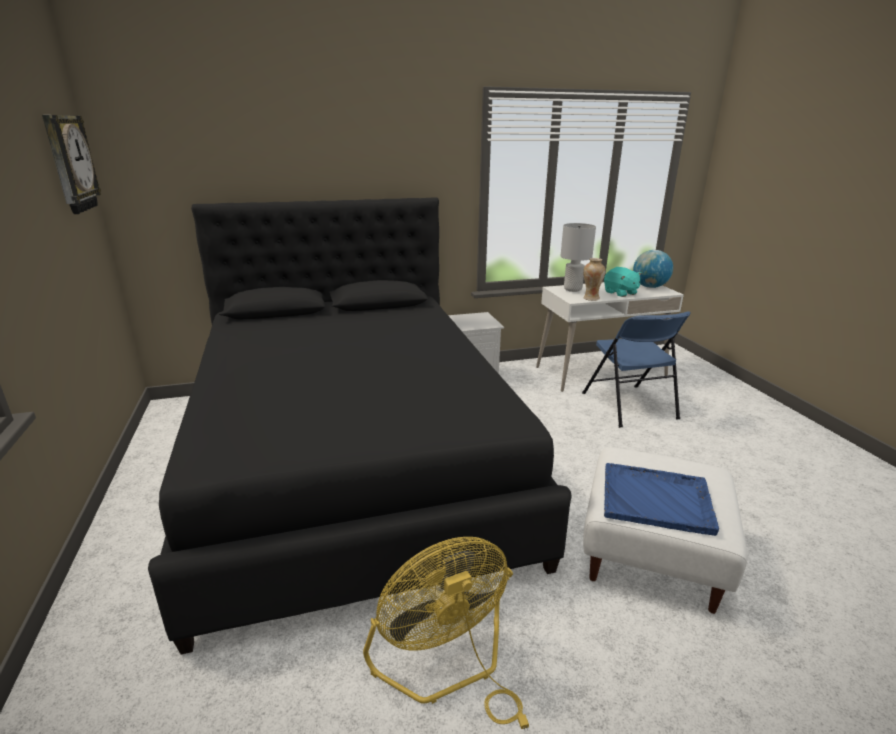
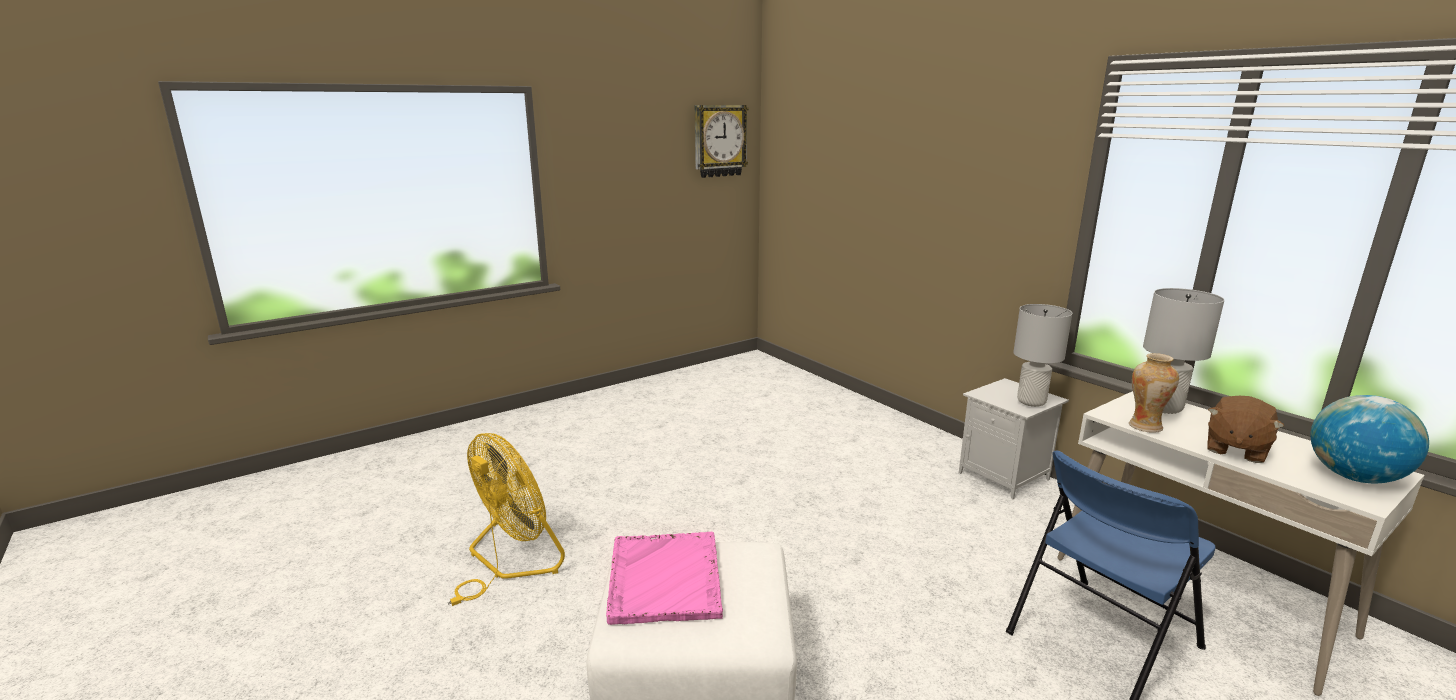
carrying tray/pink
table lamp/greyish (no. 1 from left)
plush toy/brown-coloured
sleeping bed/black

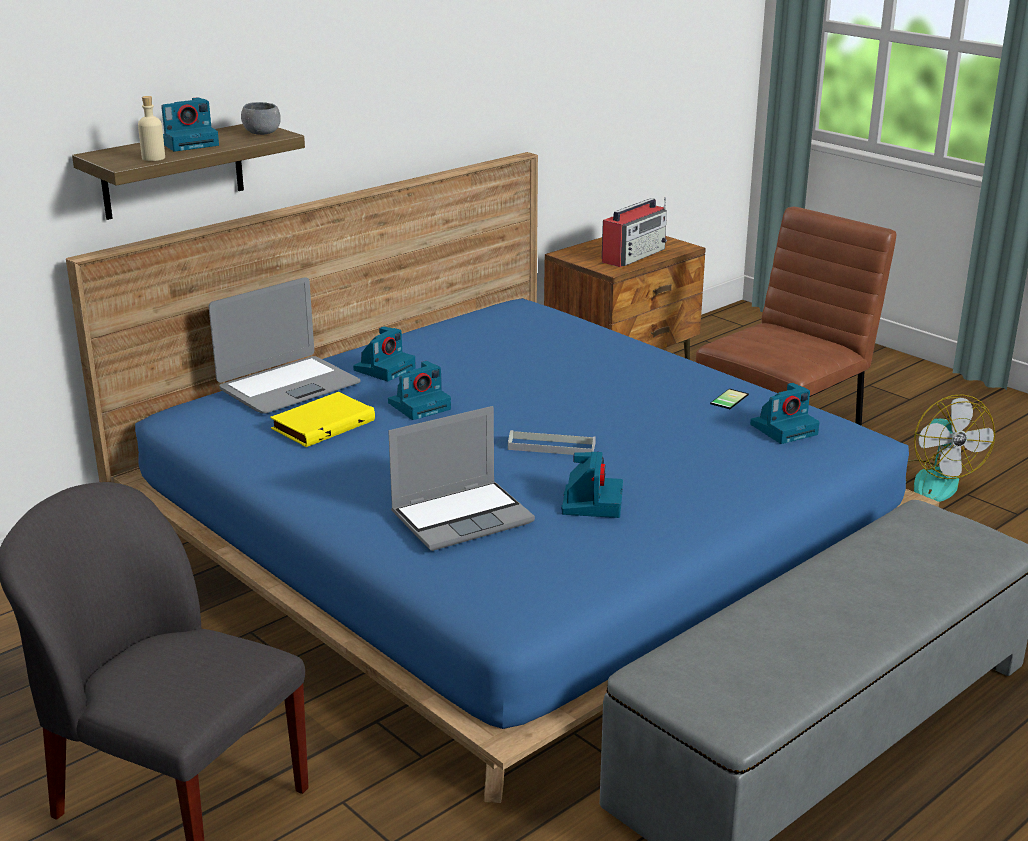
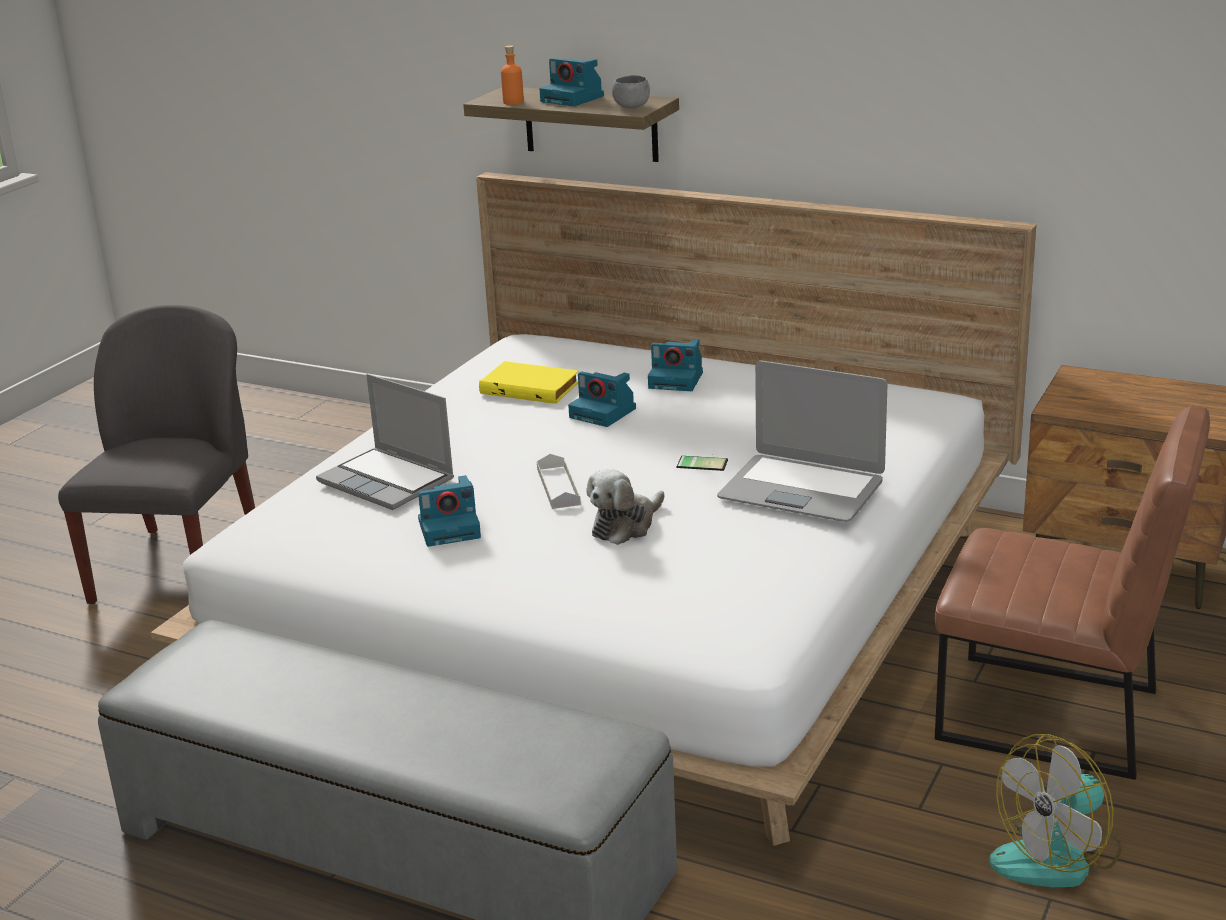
sleeping bed/whitish
drink bottle/orange
plush toy
phone
laptop (no. 2 from left)
radio receiver
still camera (no. 5 from left in the first image)

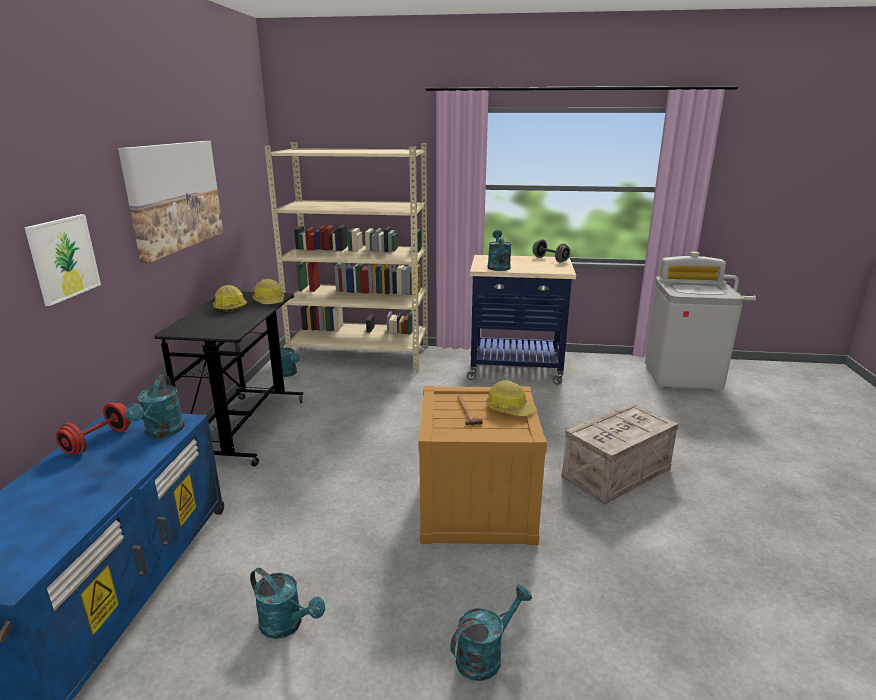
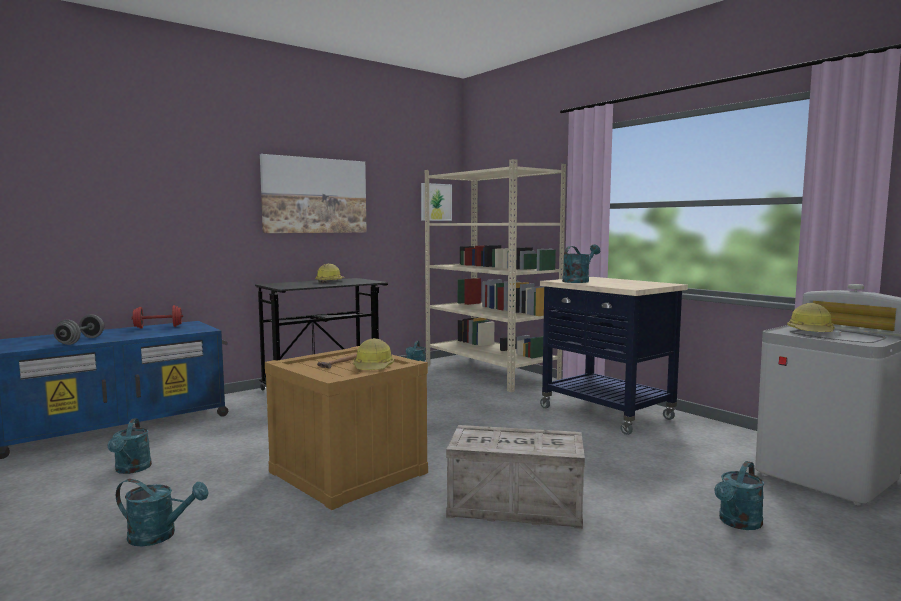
free weight/greyish
wall art (no. 2 from left)
watering can/turquoise-coloured (no. 5 from left)
hard hat (no. 3 from left)

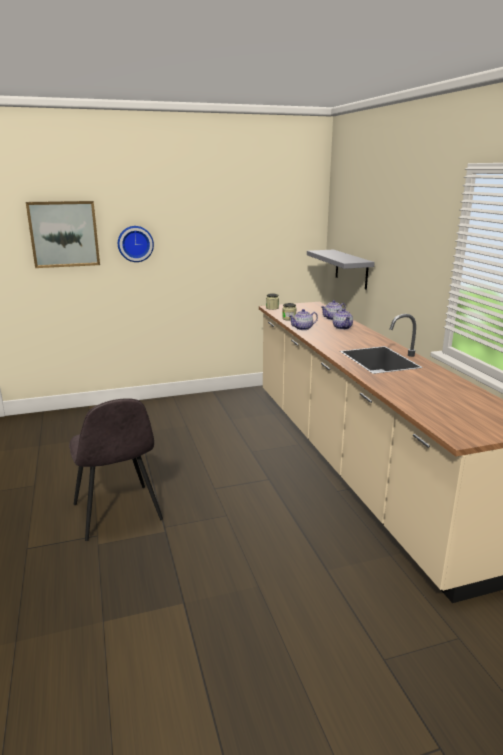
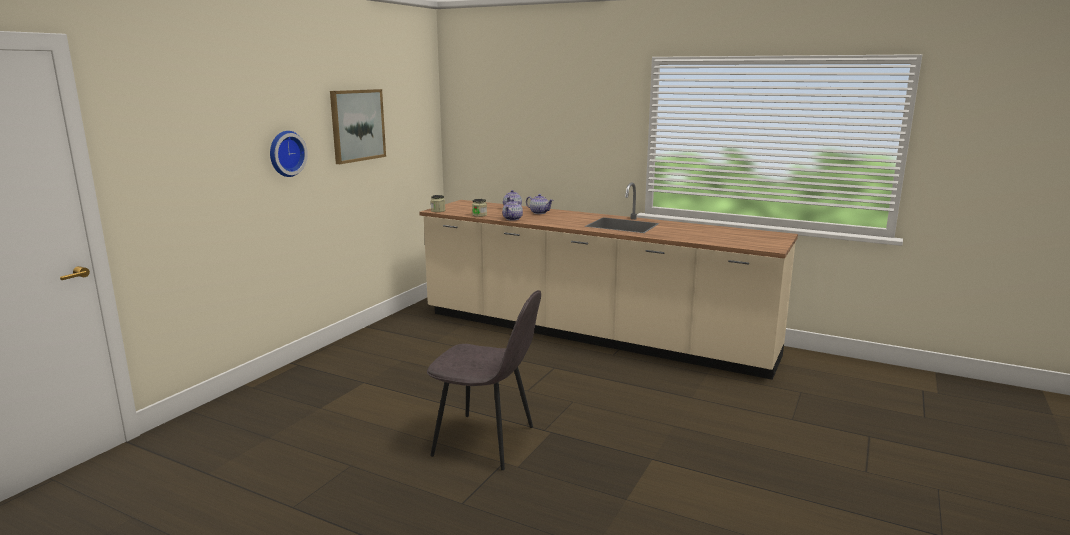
wall art
bracket shelf/greyish

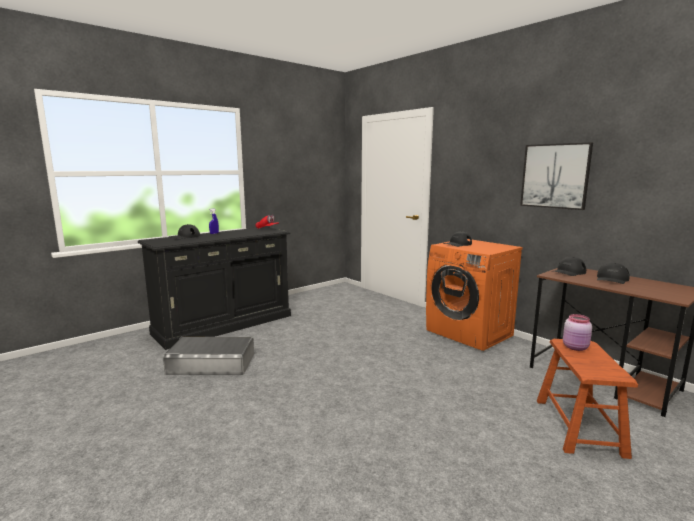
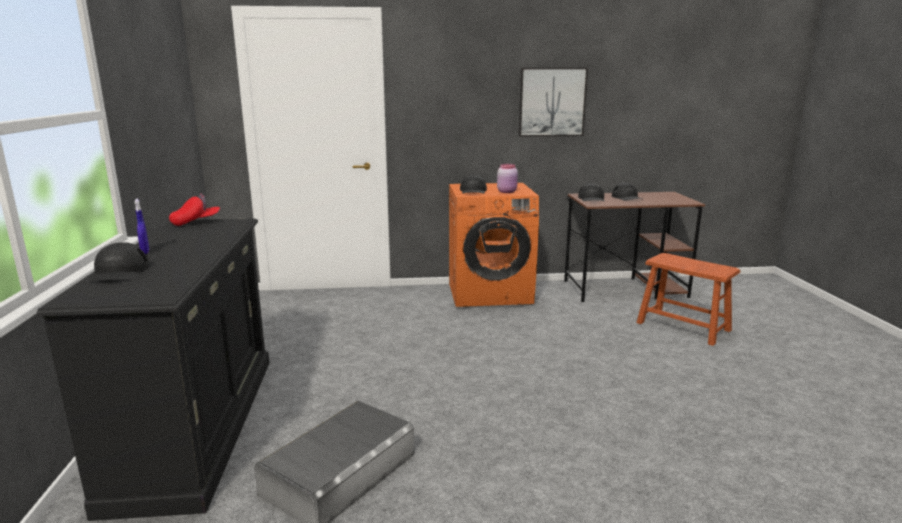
jar/pink

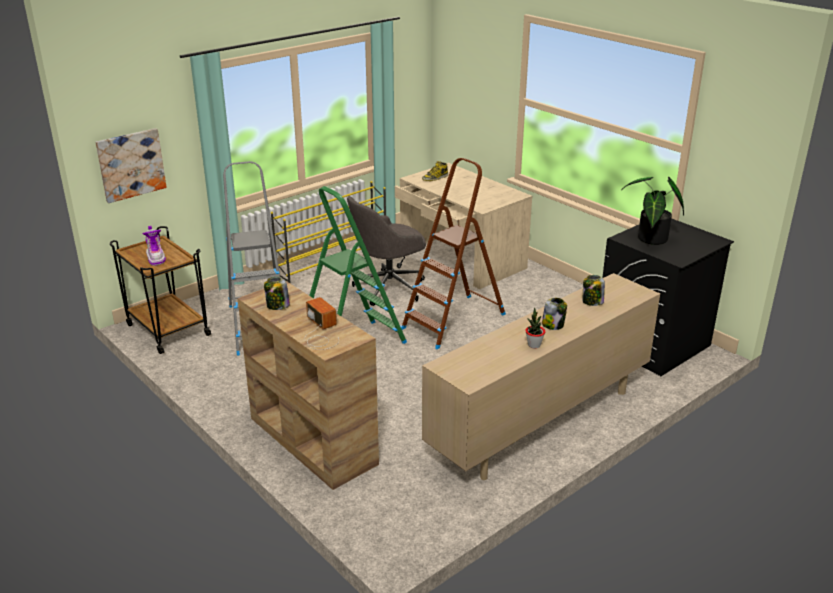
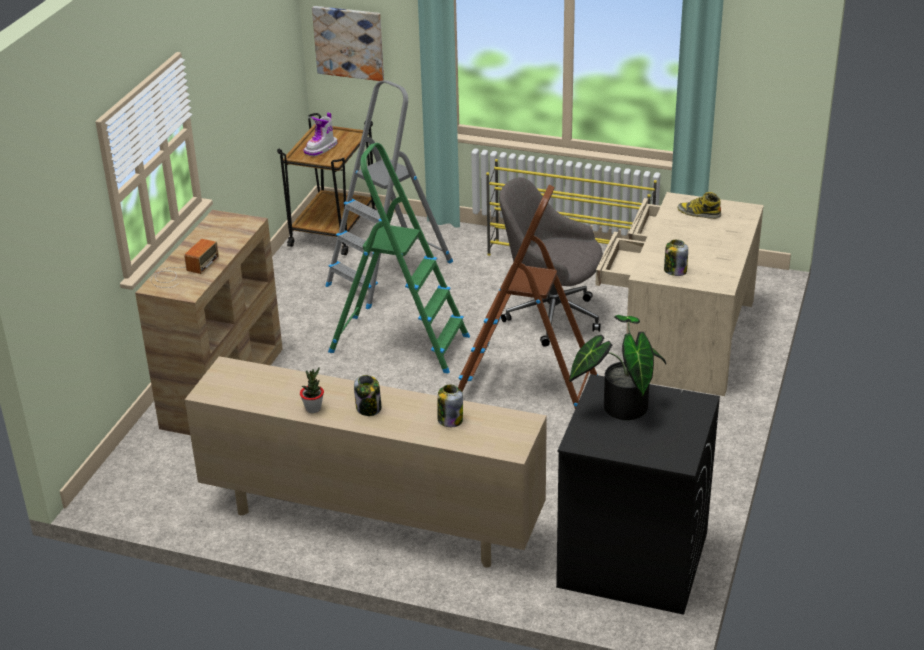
jar (no. 3 from left)

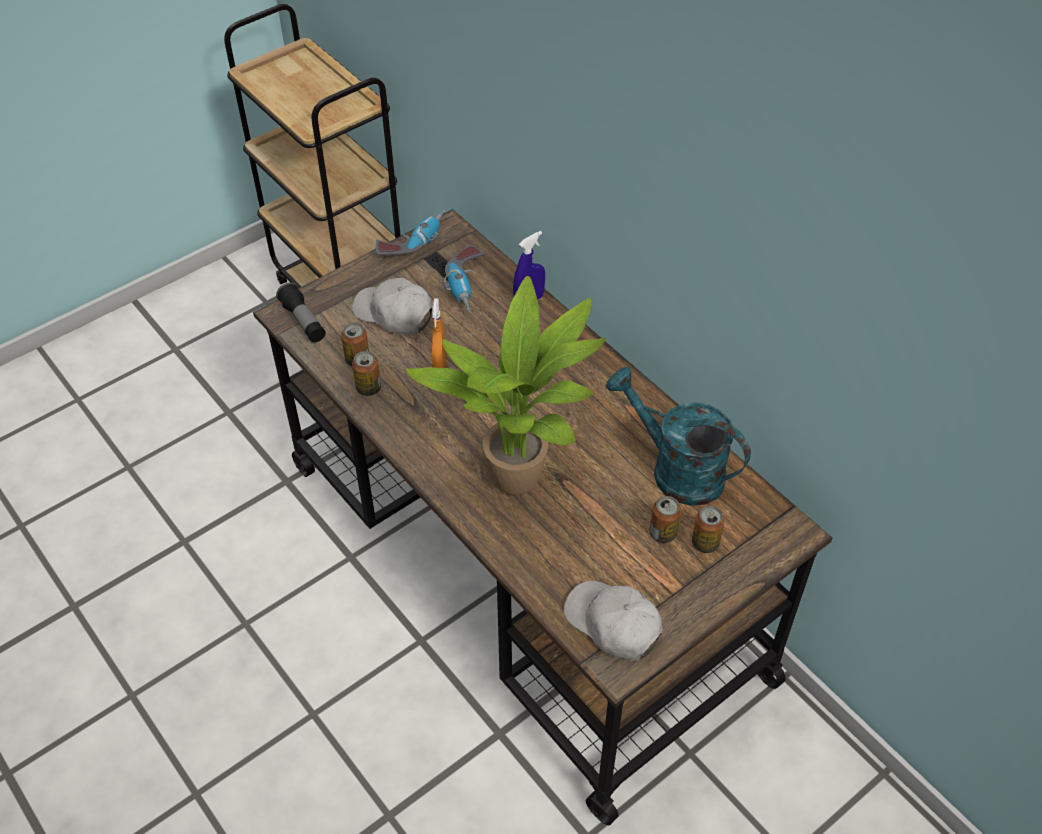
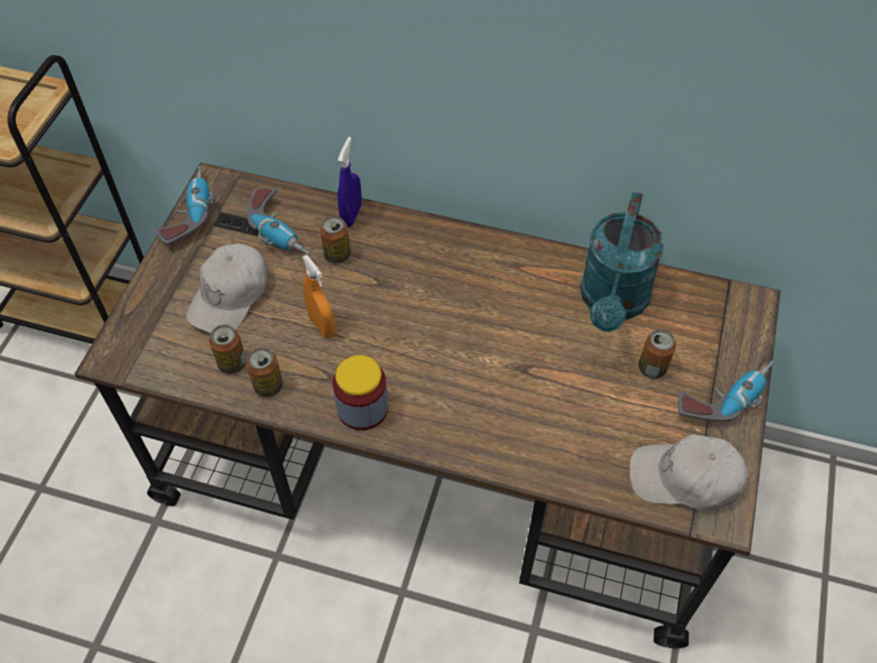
cap/whitish (no. 1 from left)
can (no. 3 from left)
jar
watering can/turquoise-coloured
electric drill (no. 3 from left)
flashlight
plant in a pot

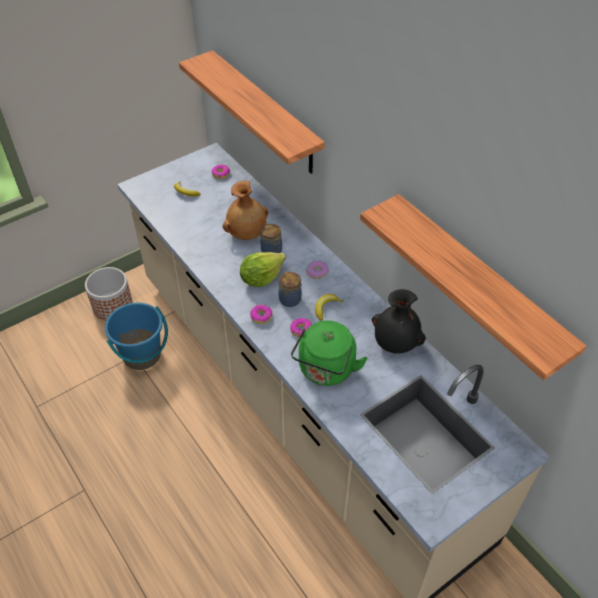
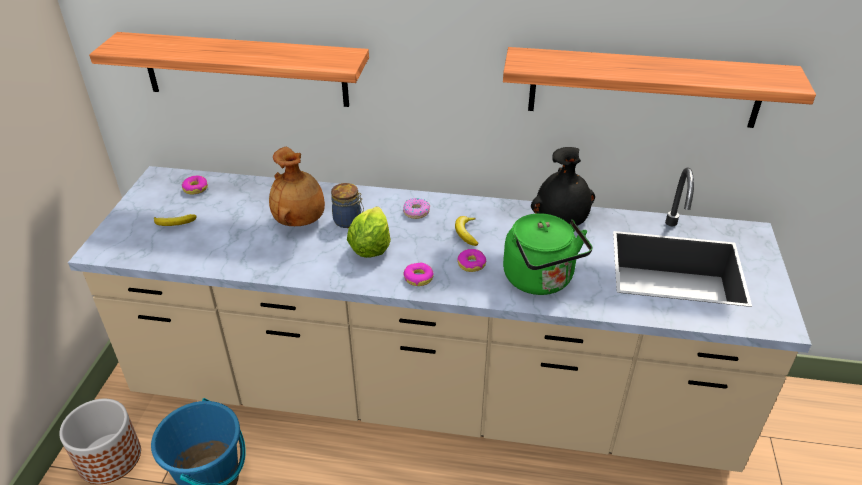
jar (no. 2 from left in the first image)

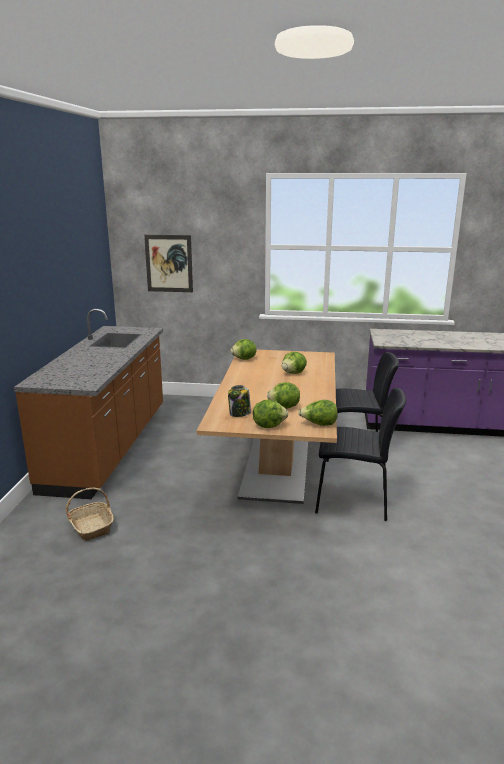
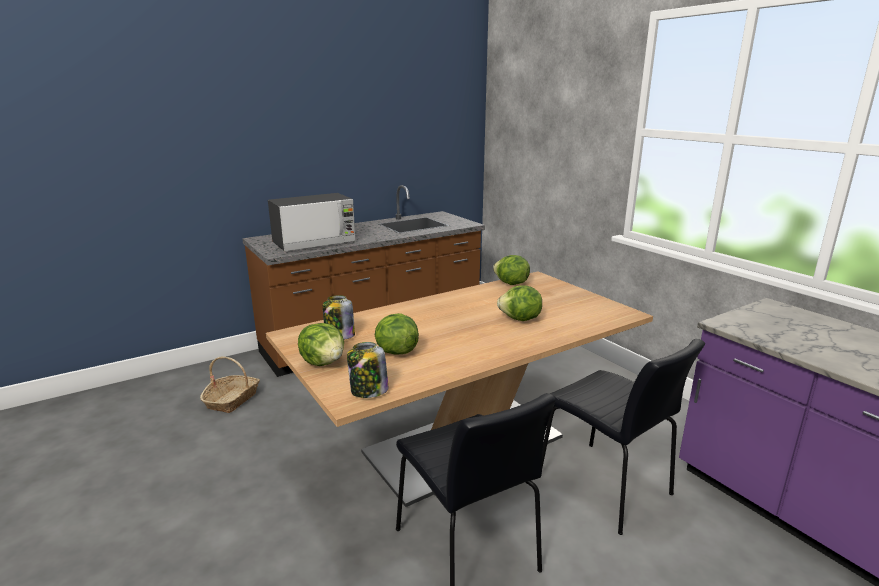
kitchen microwave
jar (no. 2 from left)
wall art

